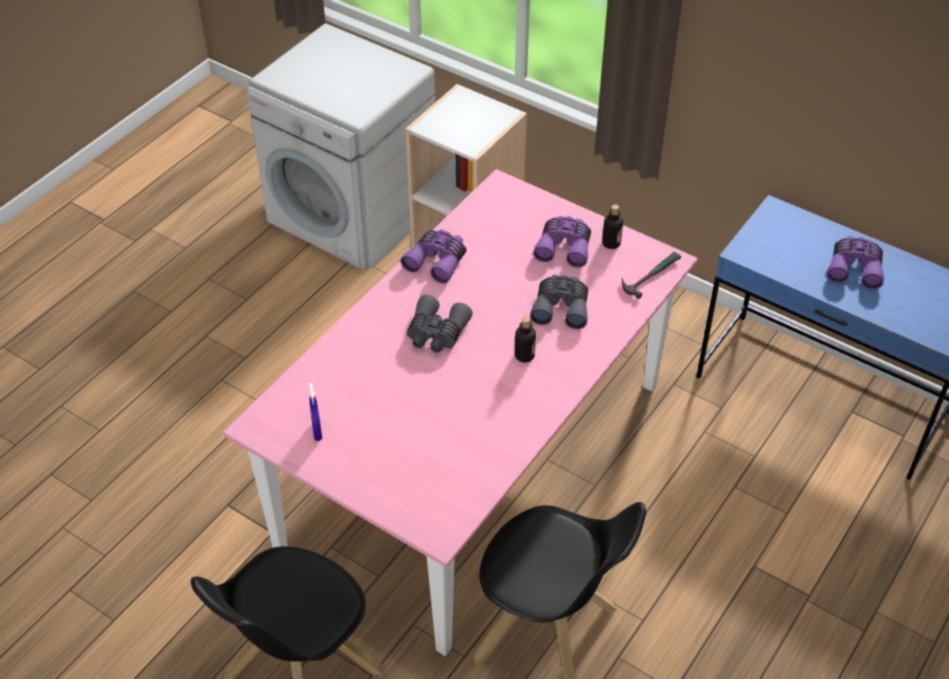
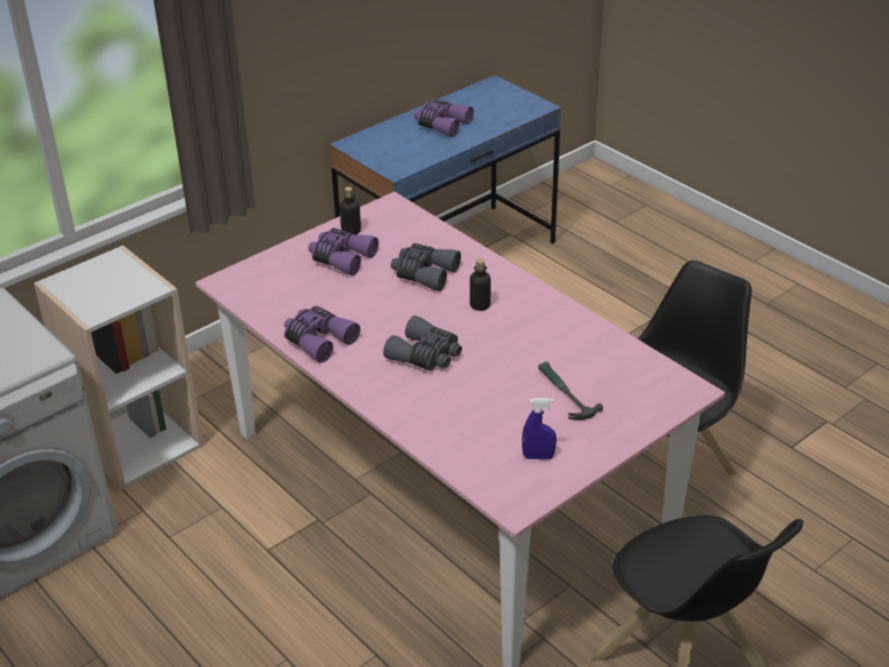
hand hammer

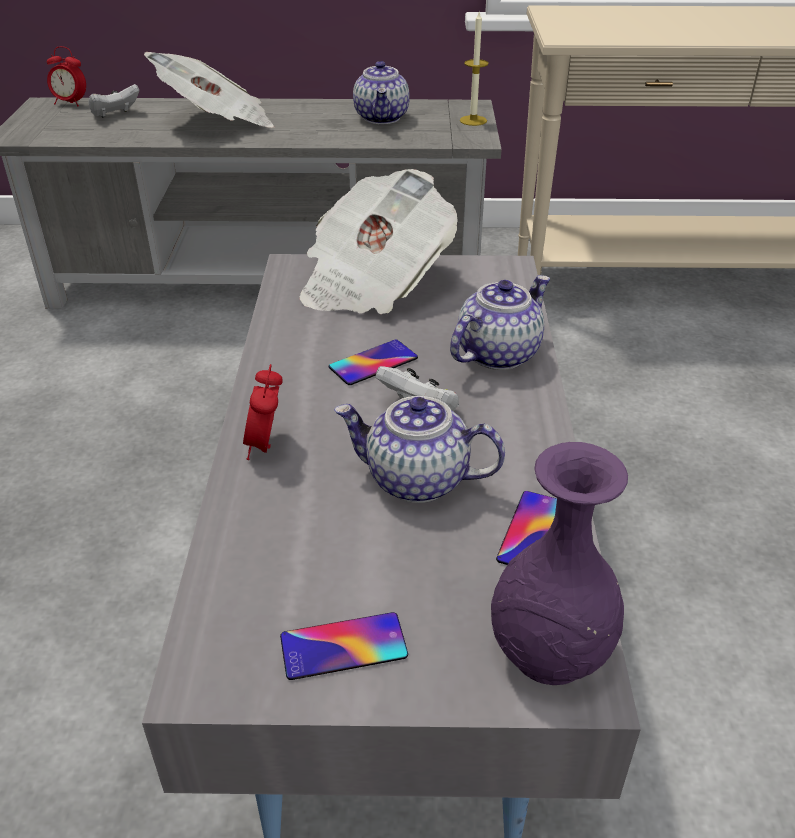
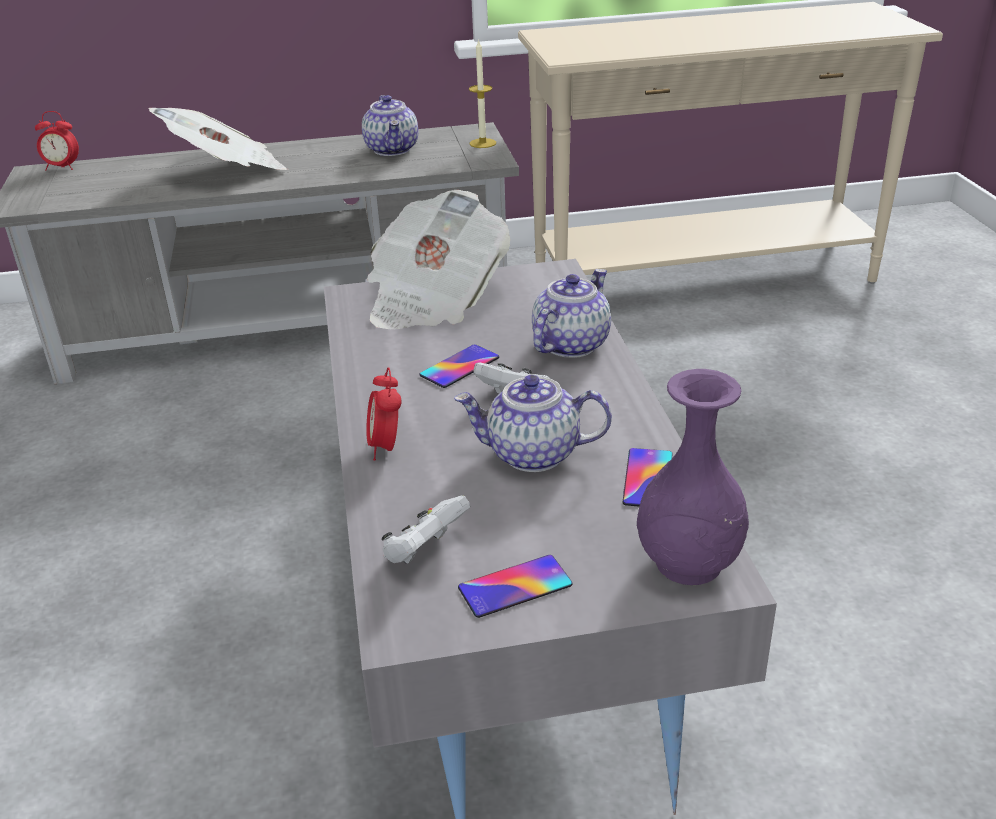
joypad/whitish (no. 1 from left)

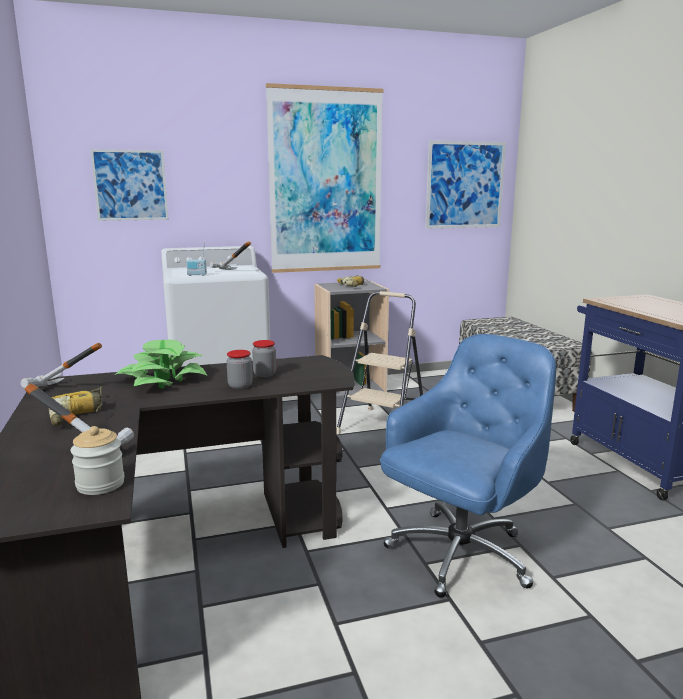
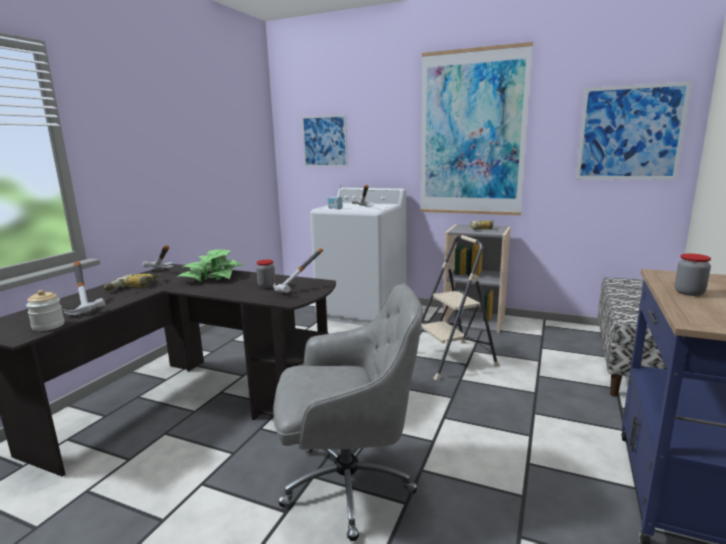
hand hammer (no. 3 from left)
office chair/greyish
jar (no. 3 from left)

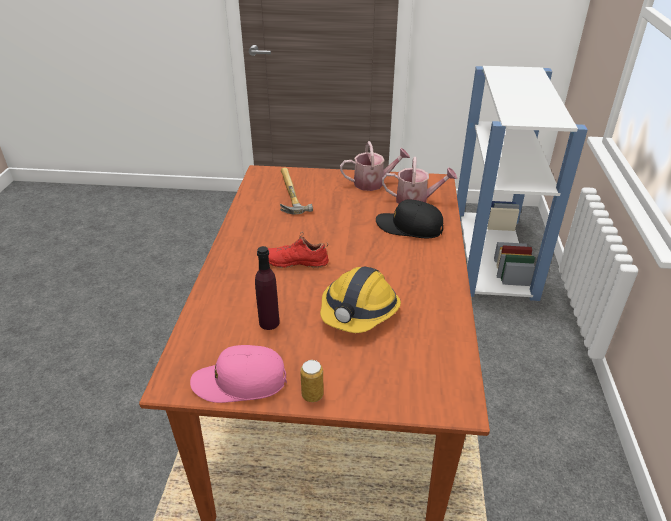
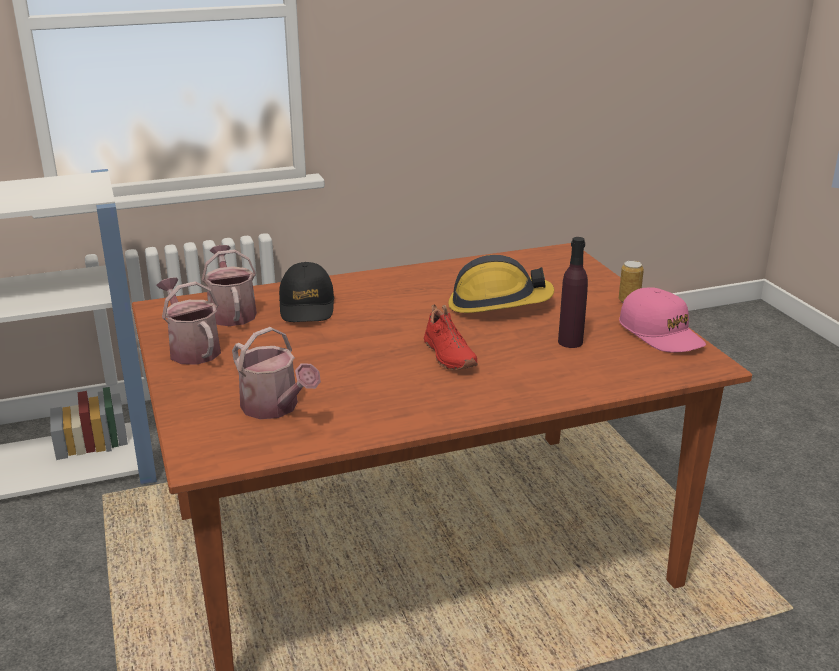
watering can (no. 3 from left)

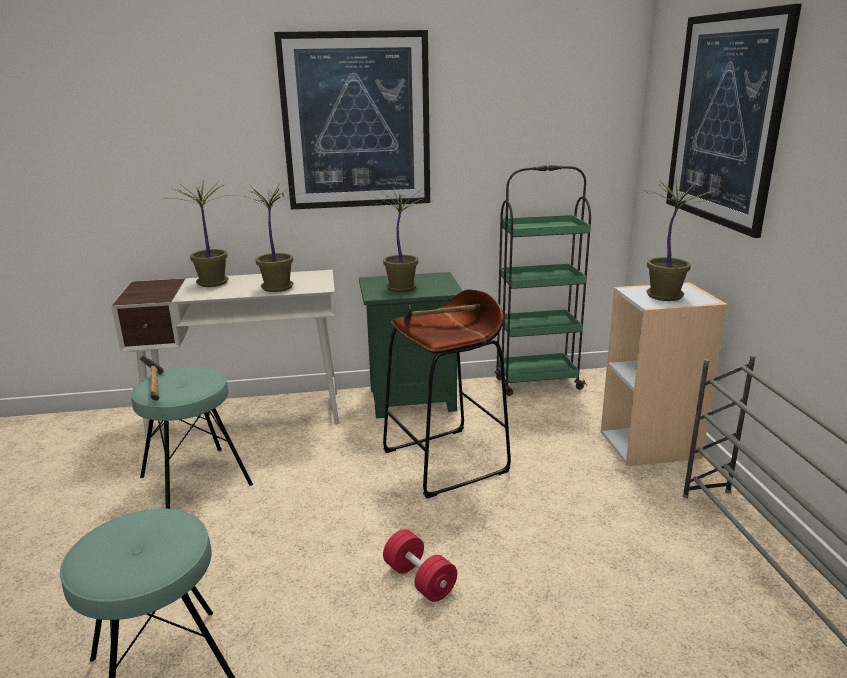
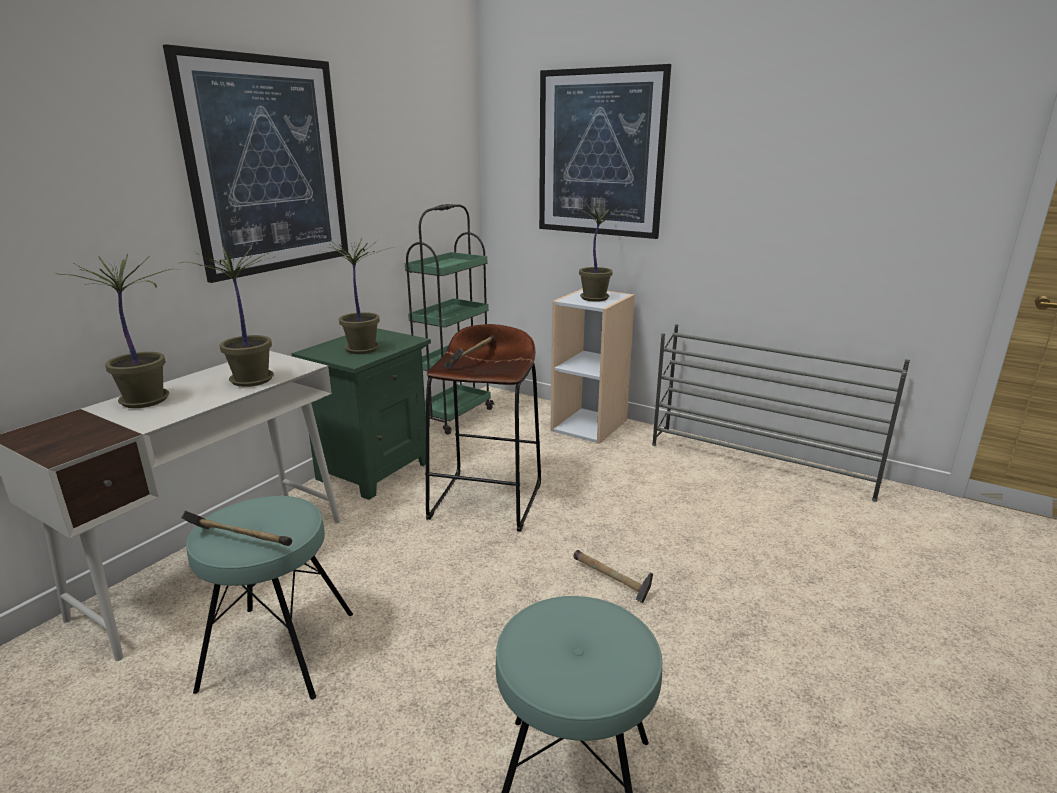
hand hammer (no. 3 from left)

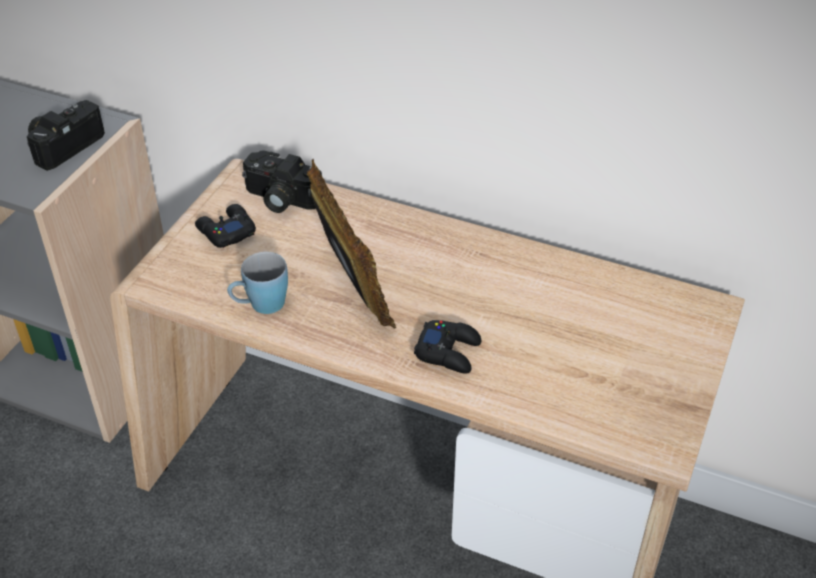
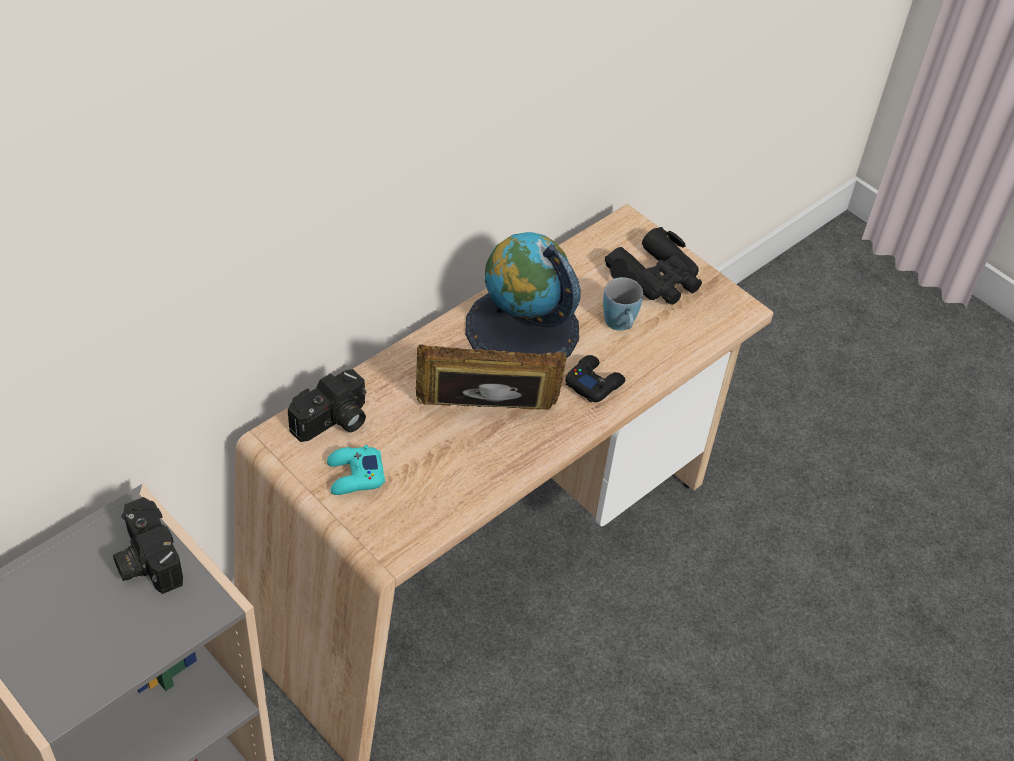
joypad/turquoise-coloured
desk globe
tea mug/blue
field glasses/black

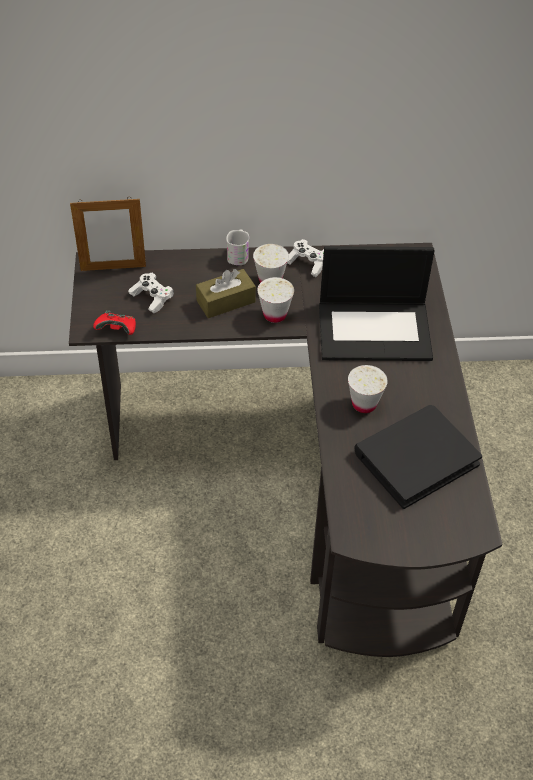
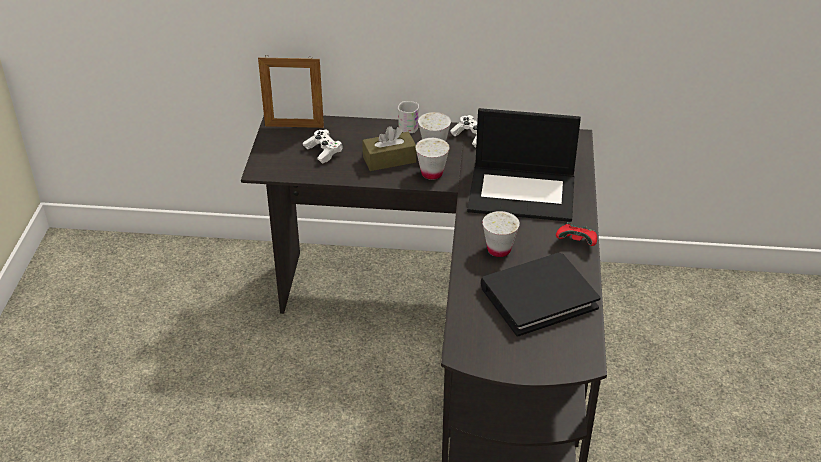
joypad/red-coloured

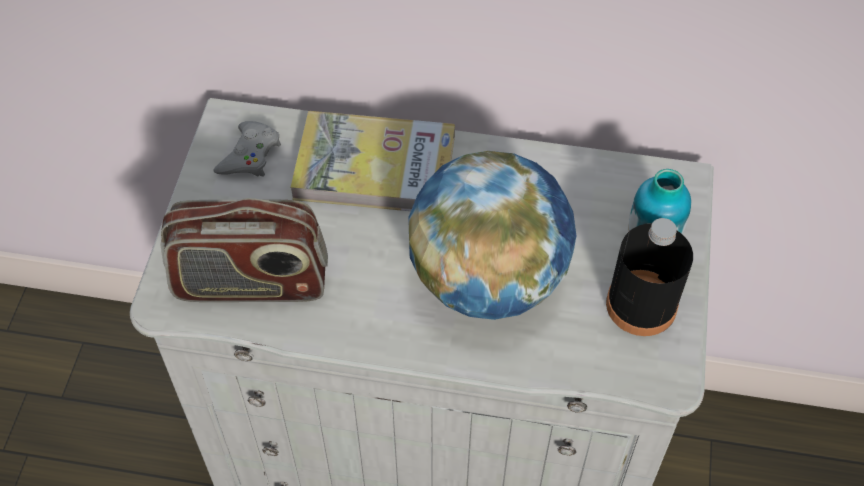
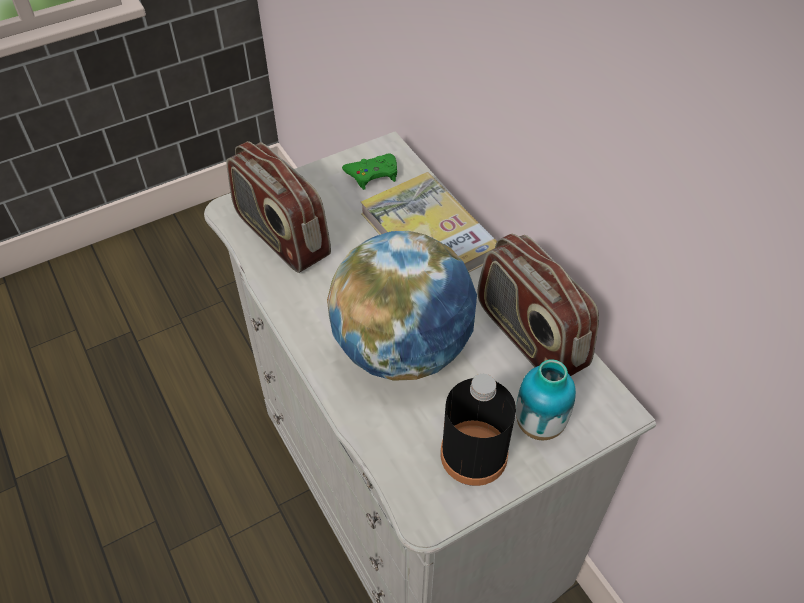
joypad/green
radio receiver (no. 2 from left)

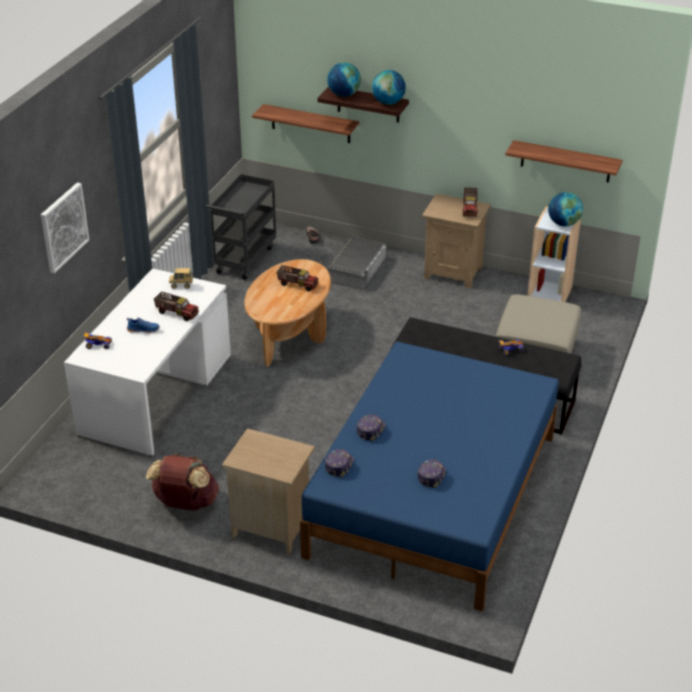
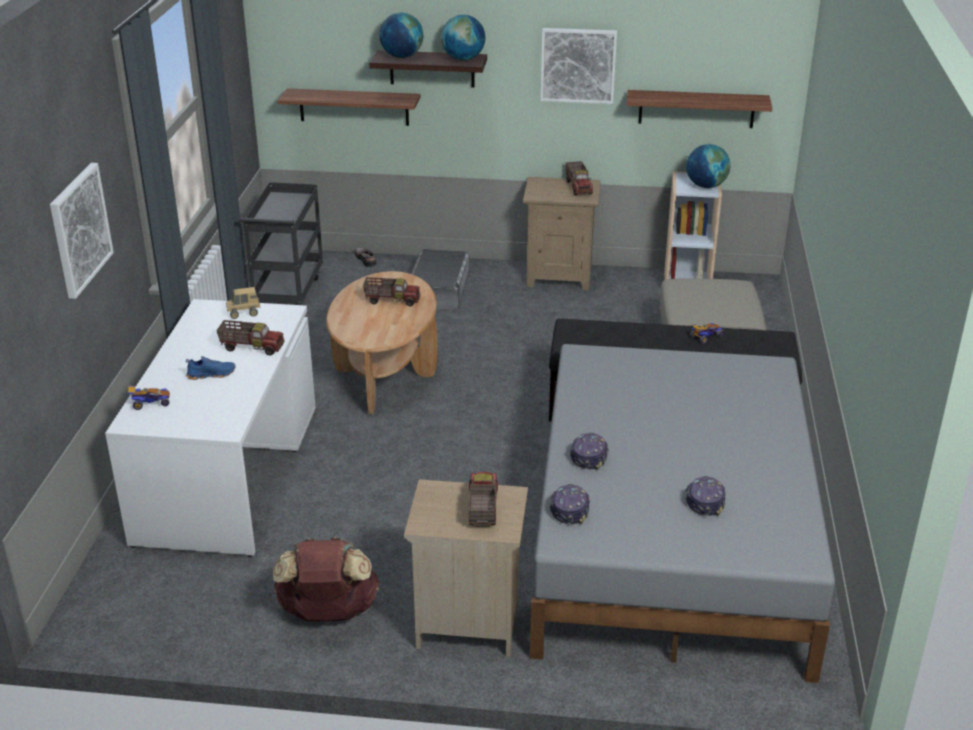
model truck (no. 4 from left)
sleeping bed/greyish
wall art (no. 2 from left)

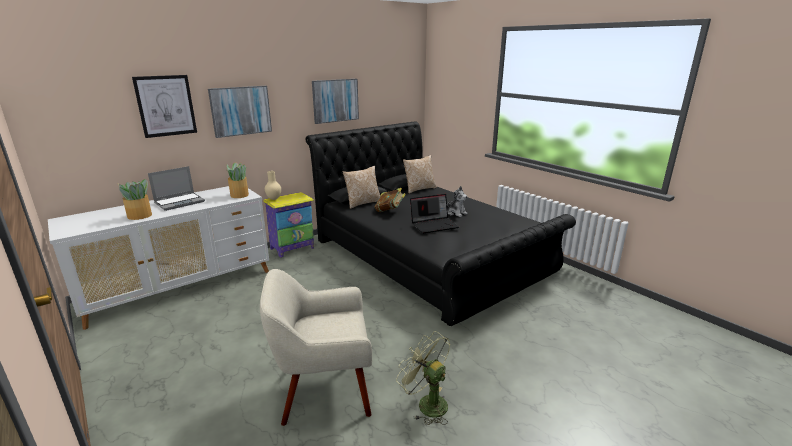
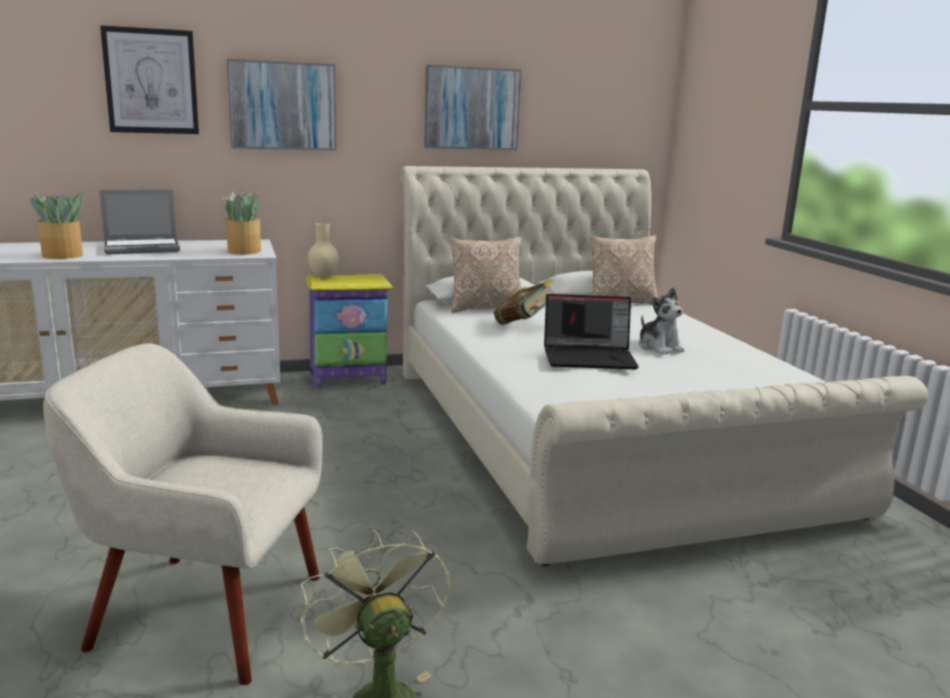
sleeping bed/sand-coloured

